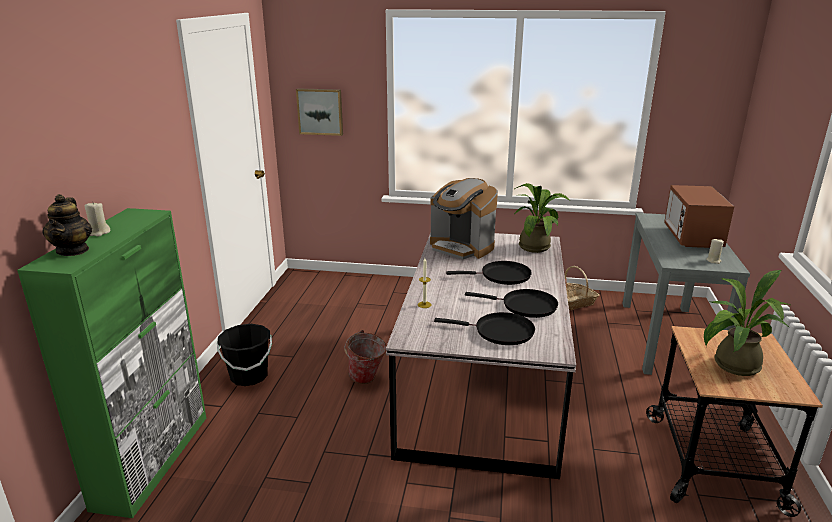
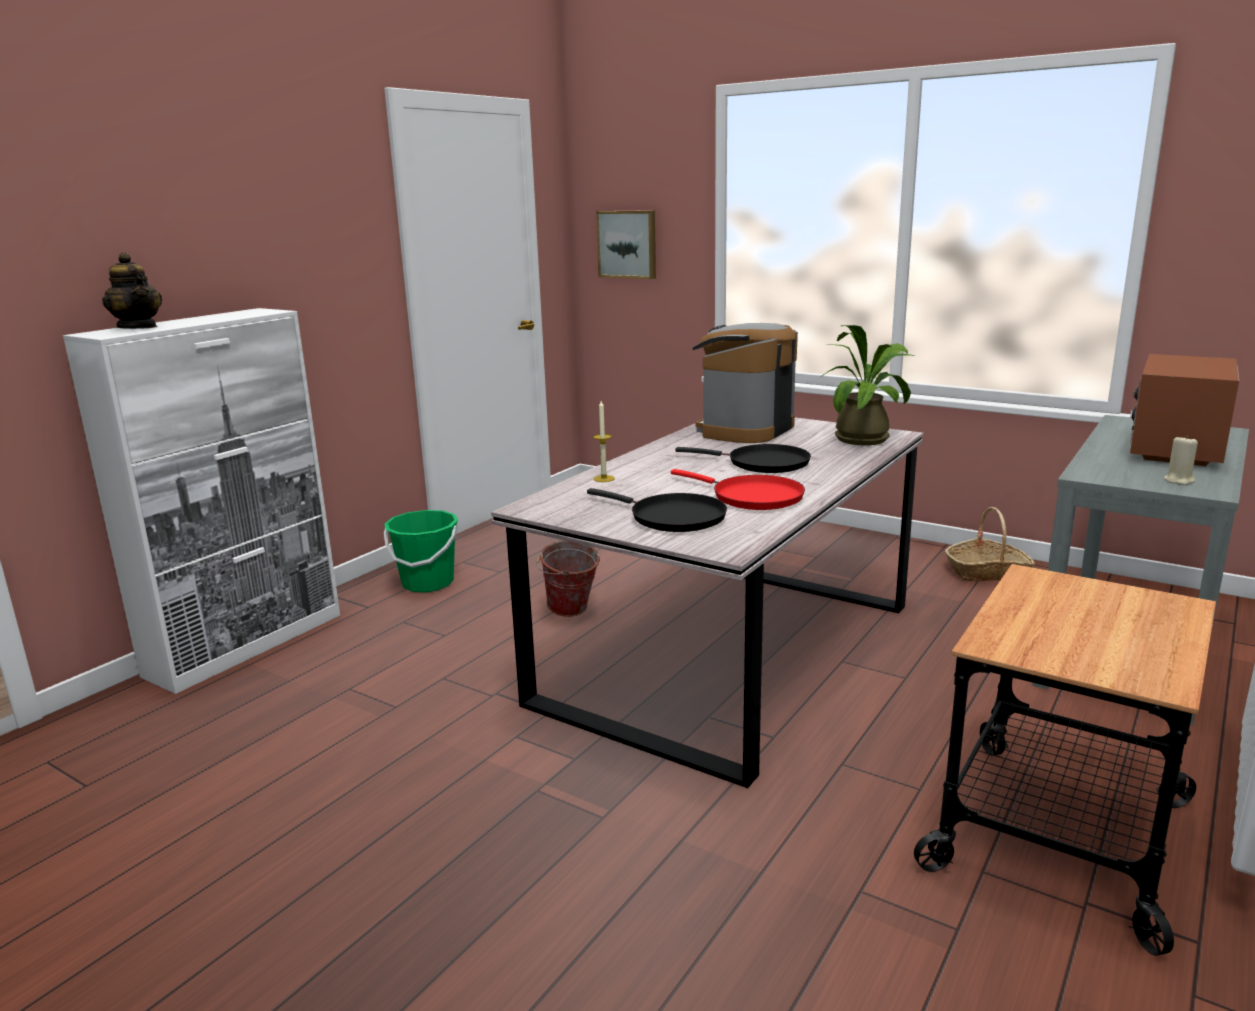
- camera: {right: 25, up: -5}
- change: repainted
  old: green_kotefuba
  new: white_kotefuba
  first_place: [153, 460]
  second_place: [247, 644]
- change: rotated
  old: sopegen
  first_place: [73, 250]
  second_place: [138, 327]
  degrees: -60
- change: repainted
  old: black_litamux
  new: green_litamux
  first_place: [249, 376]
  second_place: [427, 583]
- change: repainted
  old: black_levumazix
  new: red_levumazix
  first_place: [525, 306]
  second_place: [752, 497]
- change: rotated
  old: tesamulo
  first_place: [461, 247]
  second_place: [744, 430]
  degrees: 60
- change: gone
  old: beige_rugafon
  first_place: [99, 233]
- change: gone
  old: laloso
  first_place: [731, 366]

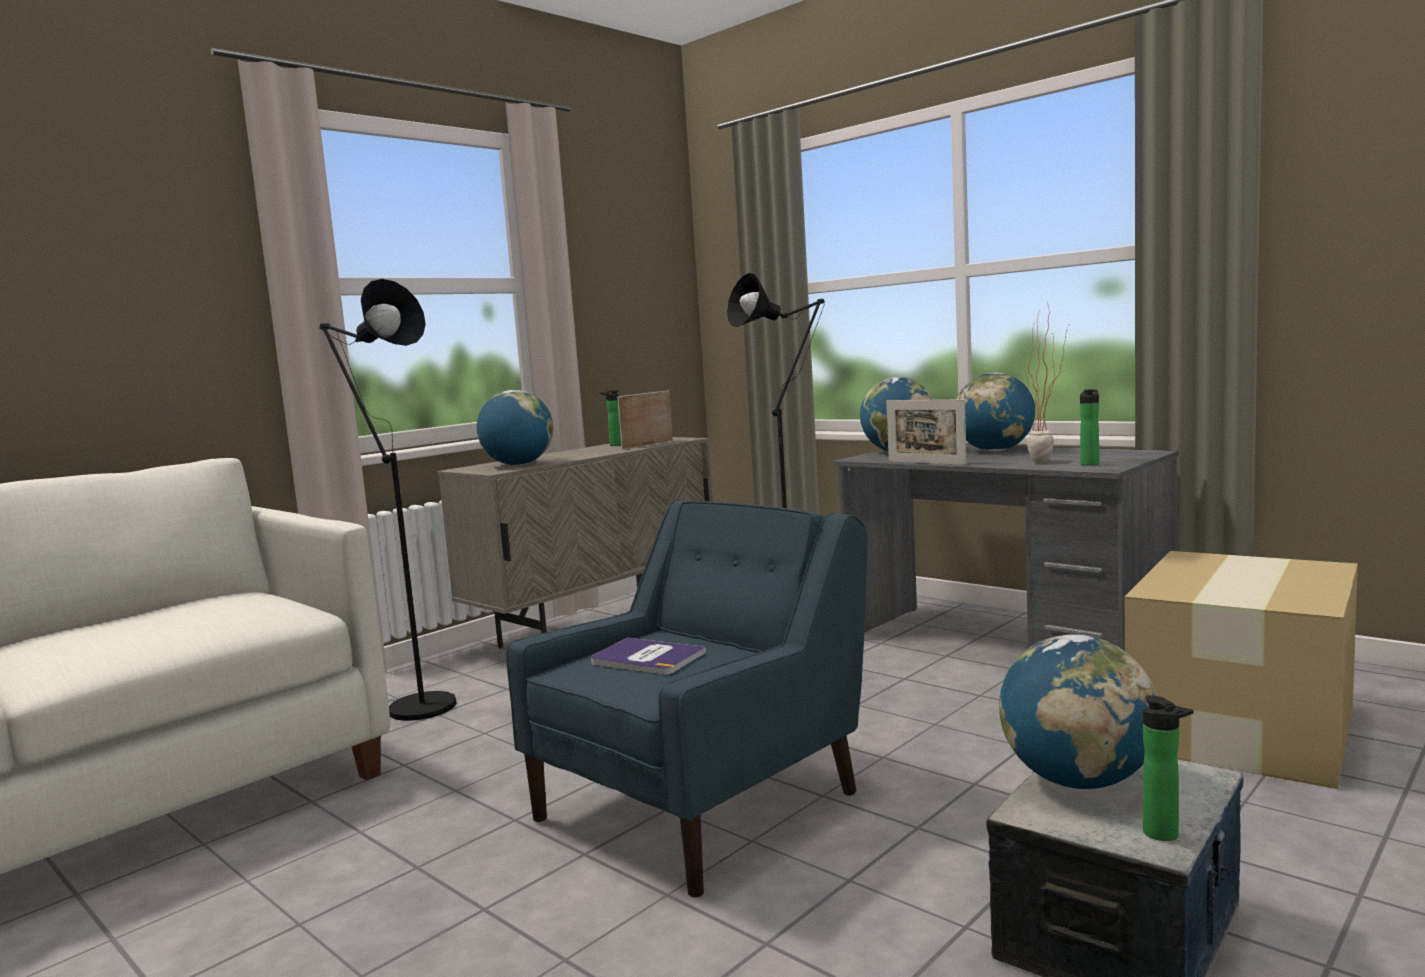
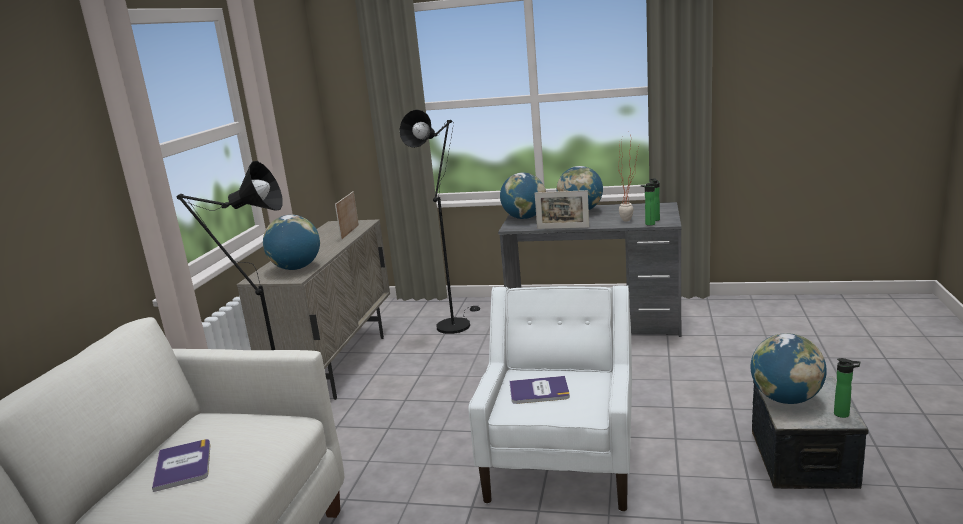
- camera: {right: -30, up: 10}
- change: new
  new: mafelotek
  second_place: [183, 465]
- change: repainted
  old: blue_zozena
  new: white_zozena
  first_place: [703, 804]
  second_place: [562, 461]
- change: shifted
  old: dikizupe
  first_place: [614, 445]
  second_place: [648, 224]
- change: gone
  old: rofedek
  first_place: [1244, 727]

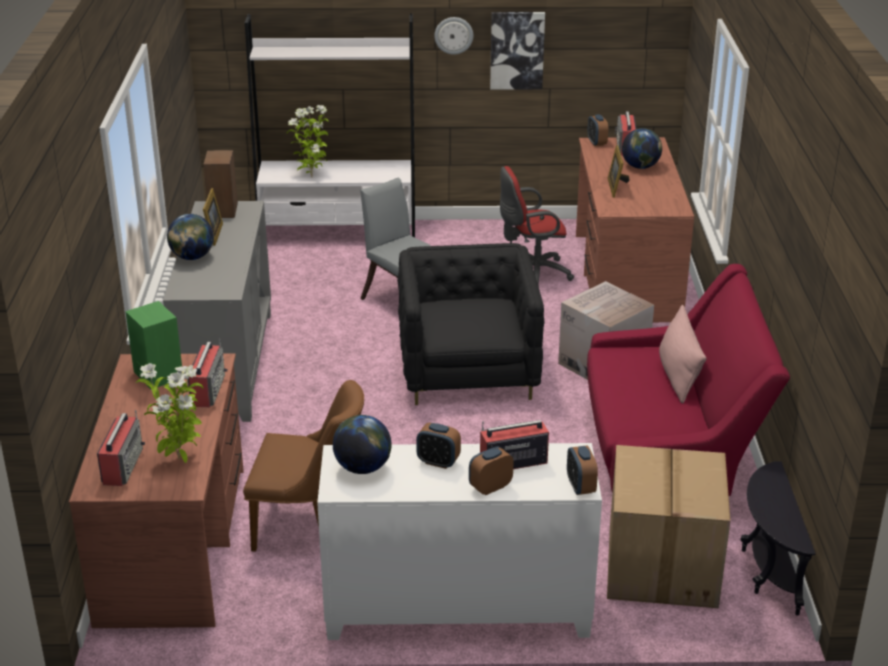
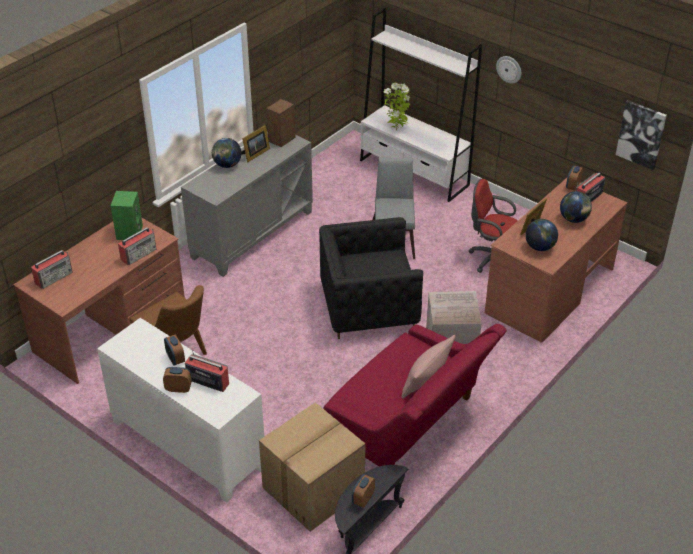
- camera: {right: 40, up: 10}
- change: rotated
  old: black_zozena
  first_place: [468, 371]
  second_place: [368, 307]
  degrees: -135
- change: shifted
  old: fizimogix
  first_place: [580, 487]
  second_place: [363, 499]
- change: shifted
  old: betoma
  first_place: [363, 468]
  second_place: [540, 247]
- change: shifted
  old: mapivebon
  first_place: [517, 50]
  second_place: [641, 134]
- change: gone
  old: laloso
  first_place: [180, 460]

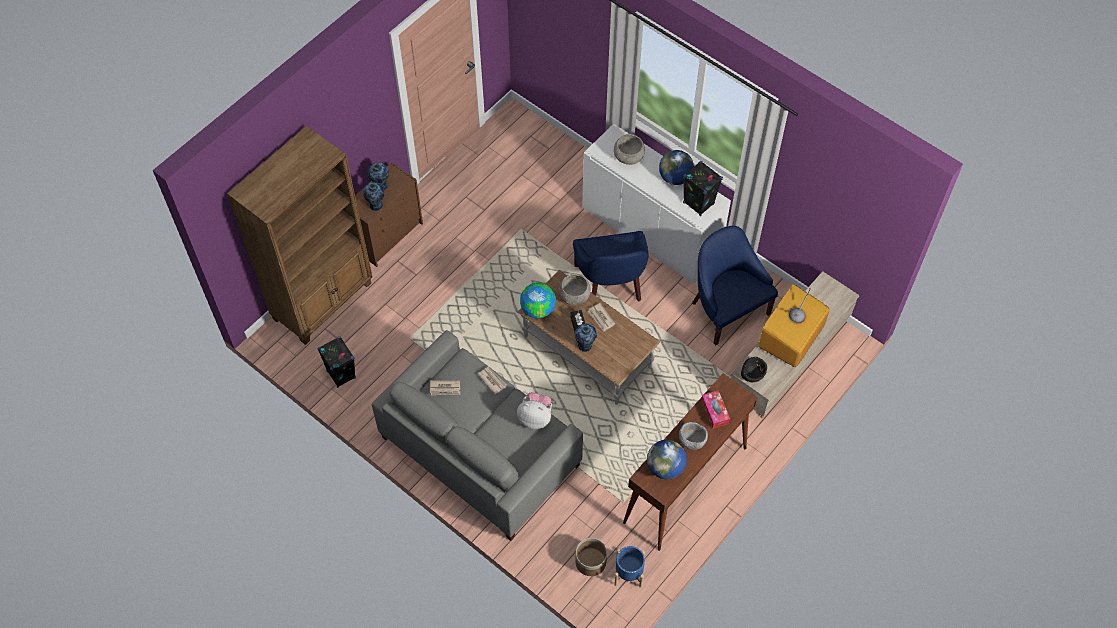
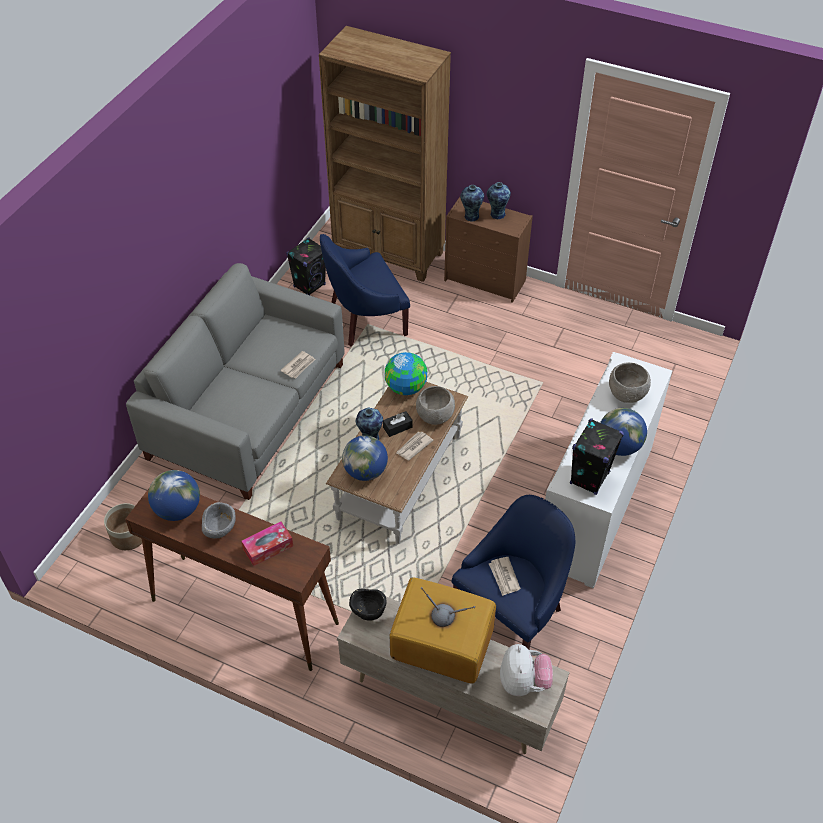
- camera: {right: 75, up: -10}
- change: shifted
  old: blue_zozena
  first_place: [611, 283]
  second_place: [365, 320]
- change: new
  new: betoma
  second_place: [365, 471]
- change: shifted
  old: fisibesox
  first_place: [445, 388]
  second_place: [504, 577]
- change: shifted
  old: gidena
  first_place: [535, 417]
  second_place: [523, 682]
- change: gone
  old: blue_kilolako
  first_place: [629, 573]

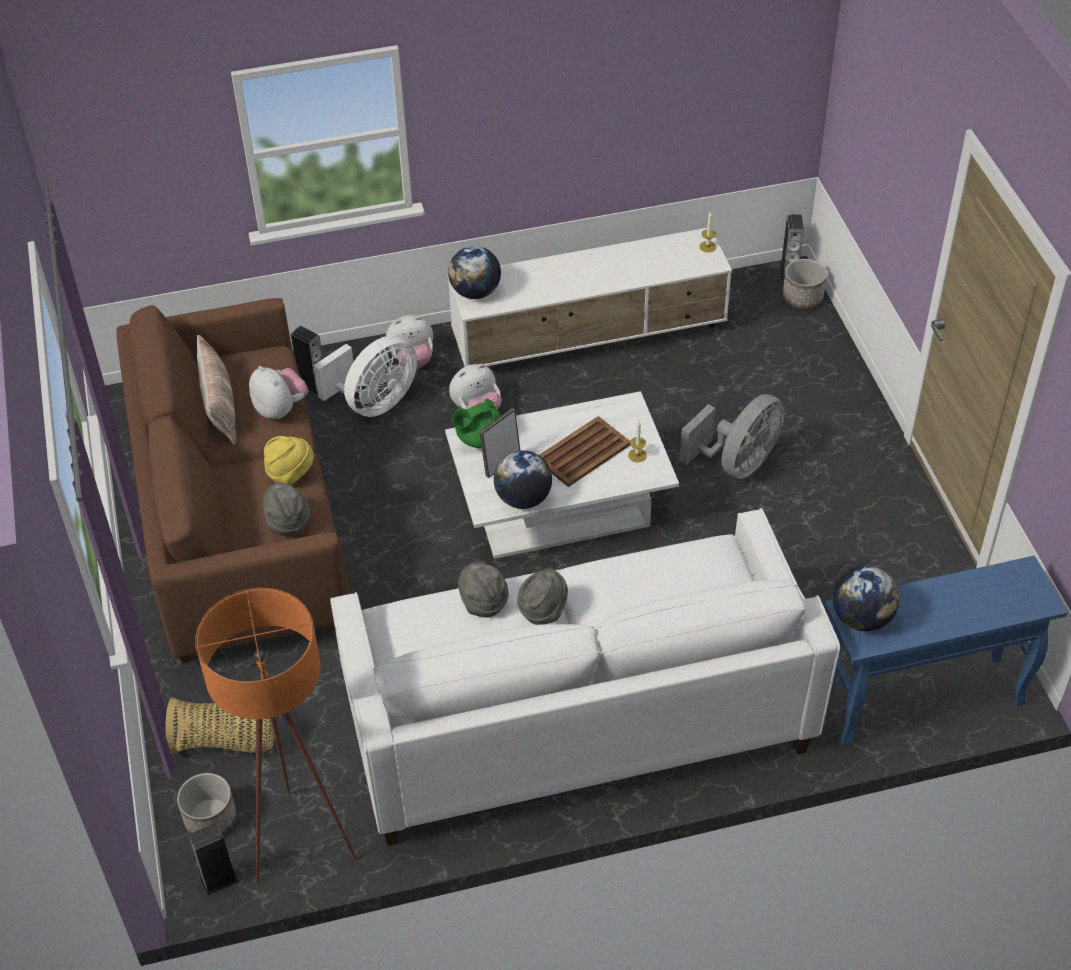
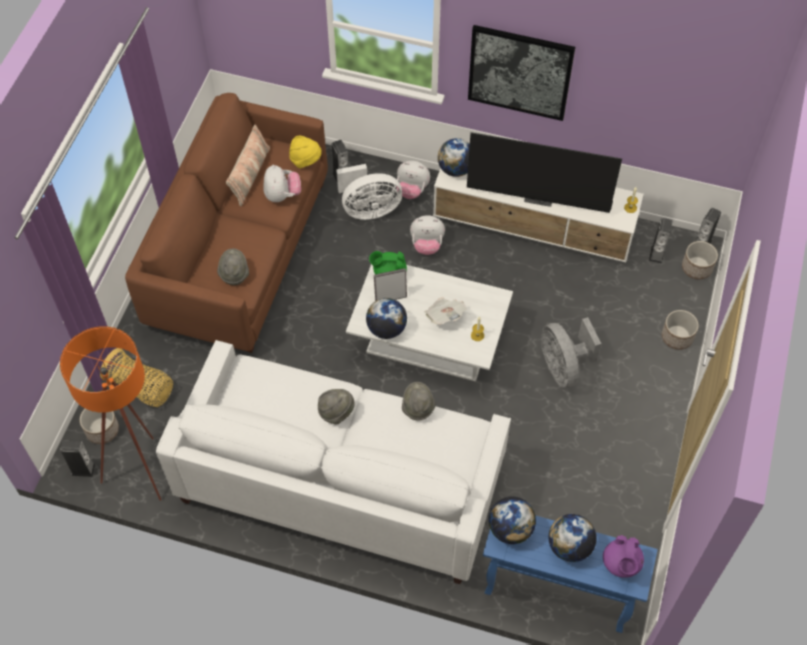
- camera: {right: 30, up: 10}
- change: shifted
  old: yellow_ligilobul
  first_place: [290, 473]
  second_place: [305, 160]
- change: shifted
  old: grey_ligilobul
  first_place: [483, 602]
  second_place: [417, 408]
- change: swapped
  old: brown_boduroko
  new: fisibesox
  first_place: [582, 452]
  second_place: [445, 316]
- change: new
  new: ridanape
  second_place: [539, 197]
- change: new
  new: mapivebon
  second_place: [520, 72]
- change: rotated
  old: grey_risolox
  first_place: [738, 463]
  second_place: [563, 367]
  degrees: 90
- change: new
  new: betoma
  second_place: [569, 546]
- change: new
  new: purple_sopegen
  second_place: [621, 564]
- change: new
  new: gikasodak
  second_place: [656, 254]
- change: new
  new: kilolako
  second_place: [676, 337]

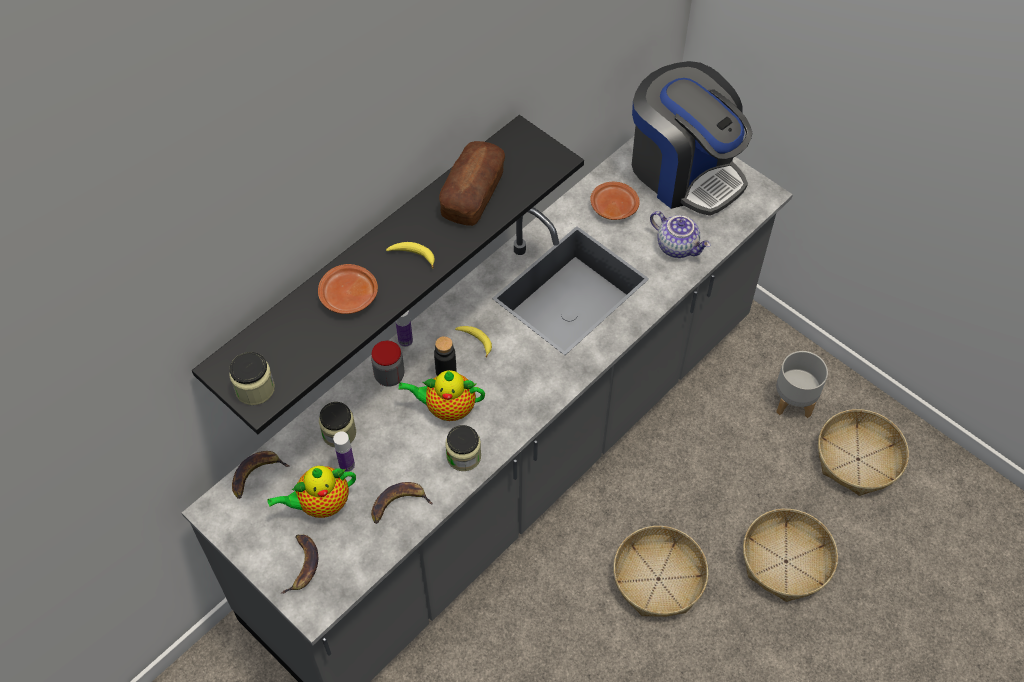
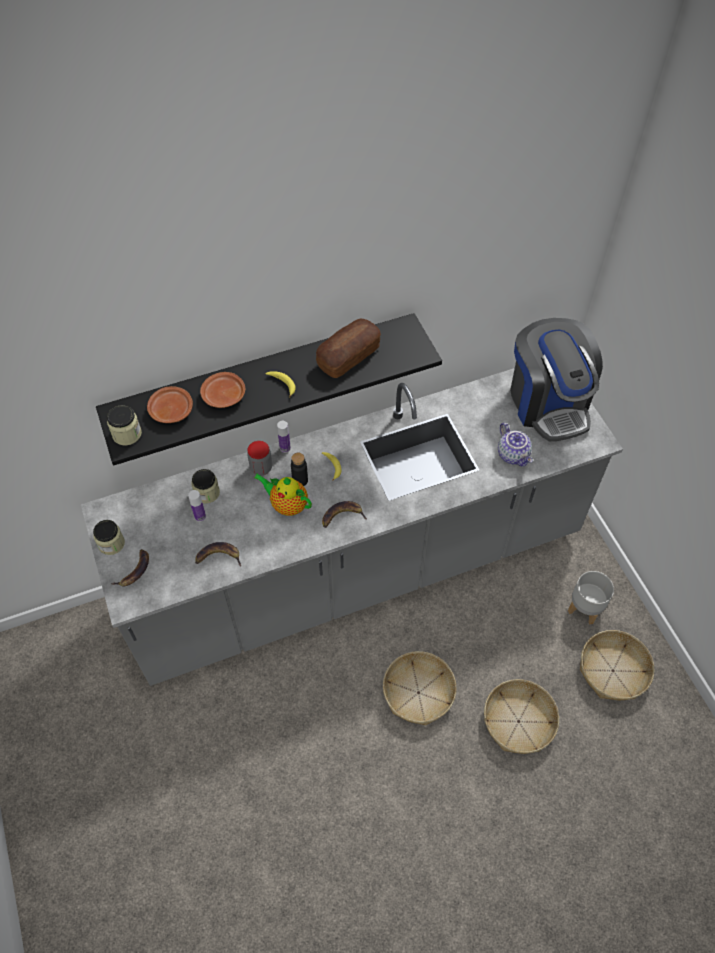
- camera: {right: 25, up: 0}
- change: shifted
  old: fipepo
  first_place: [463, 456]
  second_place: [111, 544]
- change: shifted
  old: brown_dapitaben
  first_place: [613, 206]
  second_place: [171, 410]
- change: shifted
  old: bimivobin
  first_place: [256, 474]
  second_place: [342, 516]
- change: gone
  old: sopegen
  first_place: [320, 504]

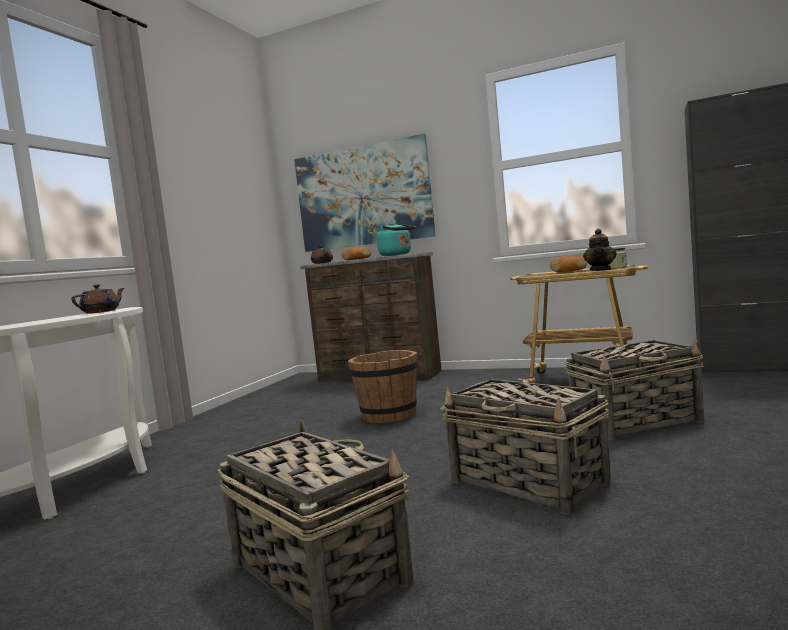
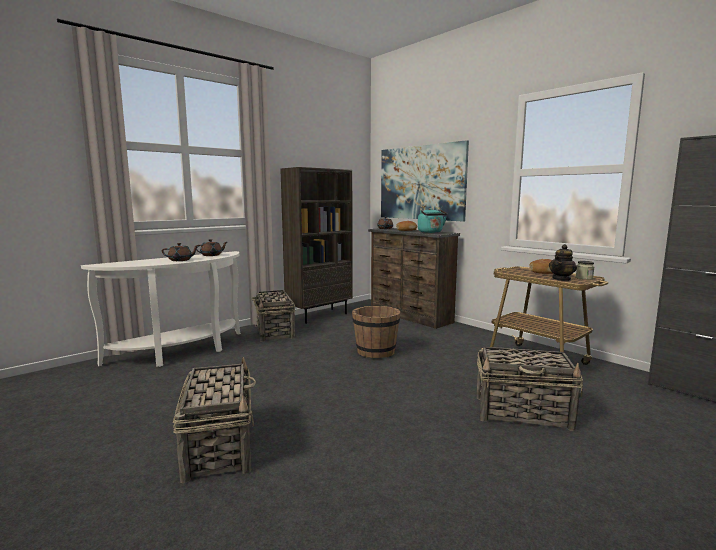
- camera: {right: 25, up: 5}
- change: new
  new: brown_sopegen
  second_place: [181, 260]
- change: shifted
  old: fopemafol
  first_place: [529, 483]
  second_place: [274, 332]
- change: new
  new: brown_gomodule
  second_place: [319, 315]

